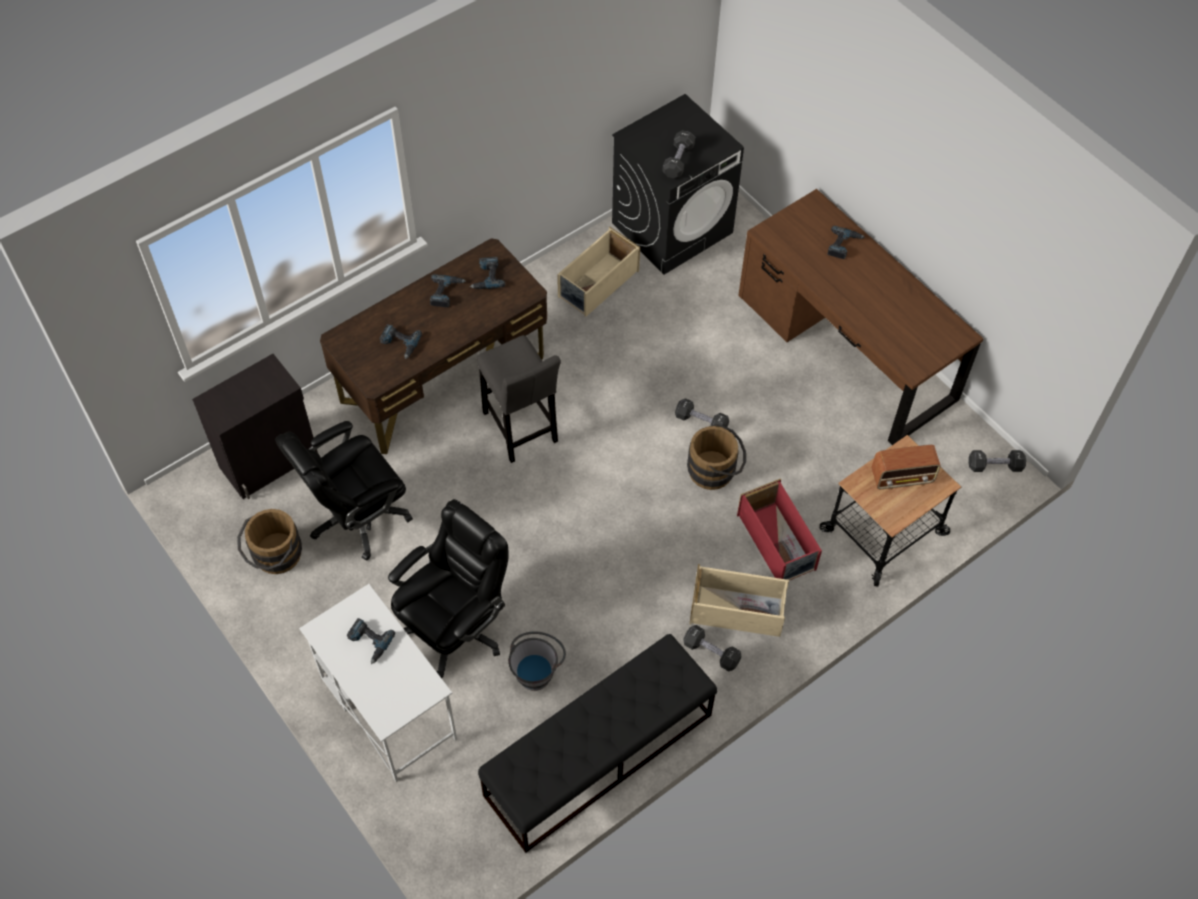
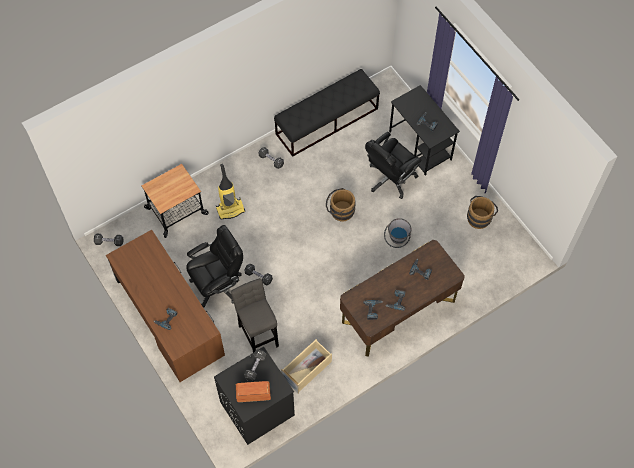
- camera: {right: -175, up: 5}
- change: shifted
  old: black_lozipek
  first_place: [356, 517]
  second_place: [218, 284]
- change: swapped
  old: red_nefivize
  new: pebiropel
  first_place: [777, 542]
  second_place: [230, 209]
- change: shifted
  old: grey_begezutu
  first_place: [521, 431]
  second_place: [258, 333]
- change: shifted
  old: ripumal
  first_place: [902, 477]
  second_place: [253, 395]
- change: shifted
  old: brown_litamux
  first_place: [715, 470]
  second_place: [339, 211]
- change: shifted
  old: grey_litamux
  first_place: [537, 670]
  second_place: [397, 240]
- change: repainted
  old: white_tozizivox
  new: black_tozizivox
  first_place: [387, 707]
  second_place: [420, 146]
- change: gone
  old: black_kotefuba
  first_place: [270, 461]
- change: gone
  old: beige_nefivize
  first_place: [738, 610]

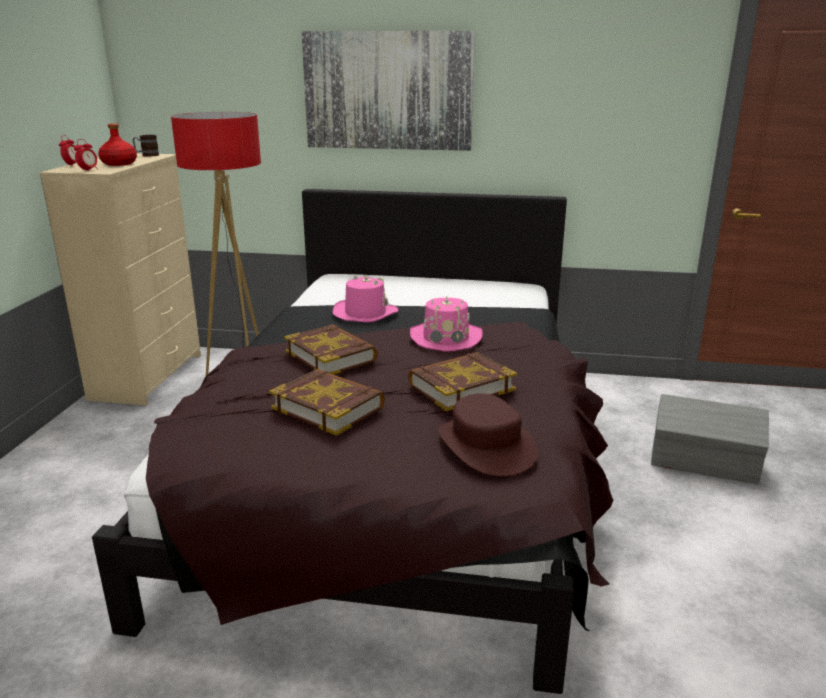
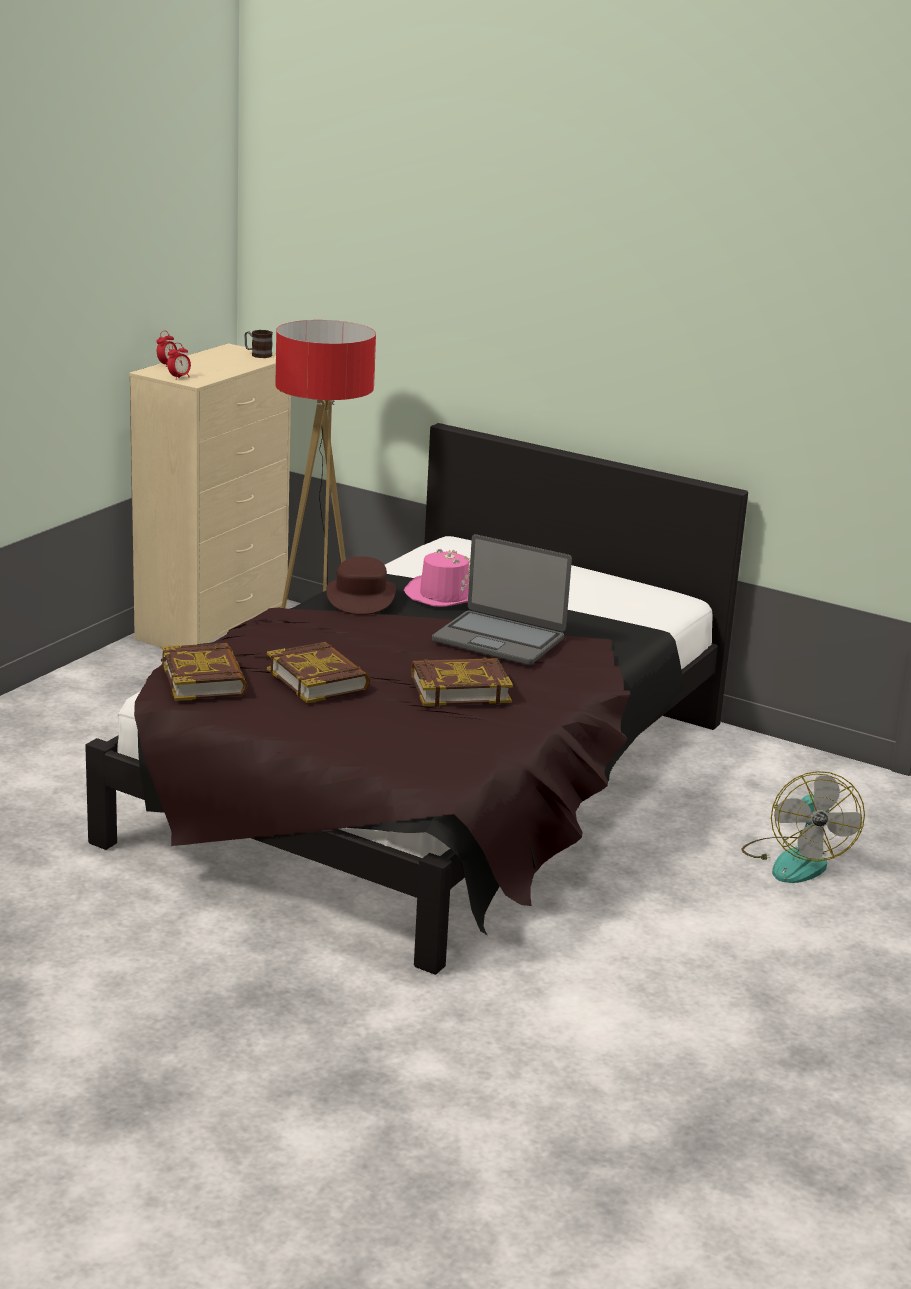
- camera: {right: 20, up: 0}
- change: shifted
  old: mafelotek
  first_place: [331, 356]
  second_place: [204, 679]
- change: shifted
  old: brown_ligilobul
  first_place: [485, 446]
  second_place: [361, 597]
- change: swapped
  old: pink_ligilobul
  new: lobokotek
  first_place: [446, 337]
  second_place: [499, 639]
- change: swapped
  old: grey_nefivize
  new: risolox
  first_place: [704, 464]
  second_place: [796, 860]
- change: gone
  old: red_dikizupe
  first_place: [119, 163]
- change: gone
  old: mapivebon
  first_place: [388, 91]

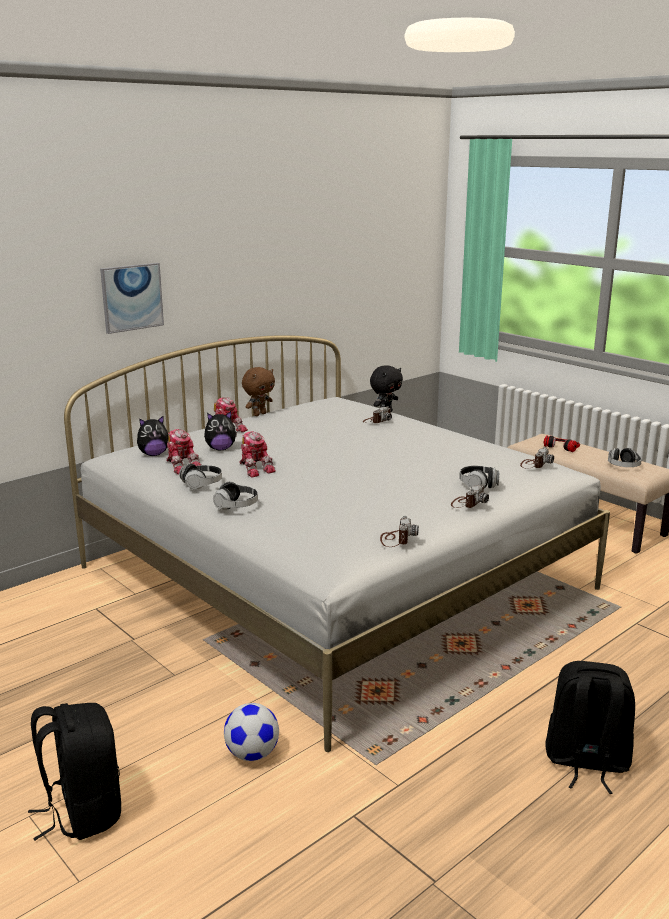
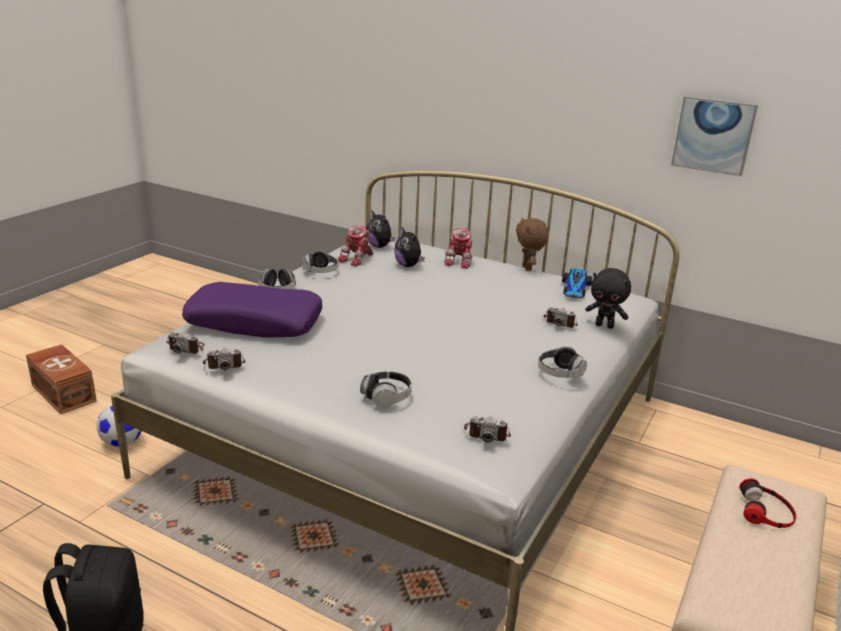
- camera: {right: 70, up: 5}
- change: swapped
  old: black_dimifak
  new: brown_nefivize
  first_place: [82, 812]
  second_place: [64, 392]
- change: shifted
  old: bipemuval
  first_place: [467, 503]
  second_place: [187, 348]
- change: new
  new: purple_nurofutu
  second_place: [255, 322]
- change: rotated
  old: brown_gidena
  first_place: [259, 414]
  second_place: [528, 268]
  degrees: 60
- change: shifted
  old: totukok
  first_place: [623, 467]
  second_place: [559, 373]
- change: new
  new: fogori
  second_place: [575, 289]
- change: shifted
  old: mapivebon
  first_place: [132, 297]
  second_place: [713, 135]
- change: gone
  old: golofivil
  first_place: [255, 468]

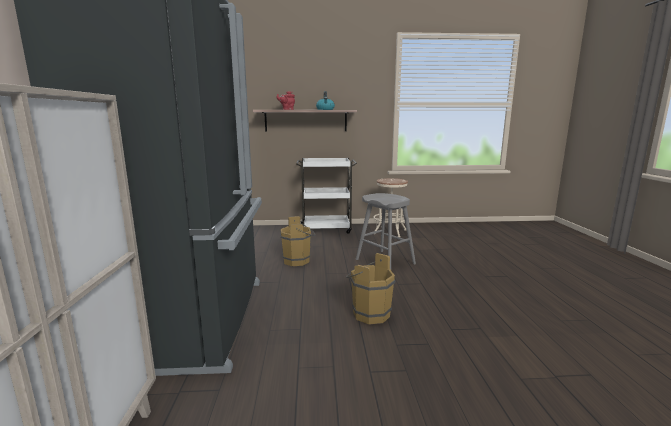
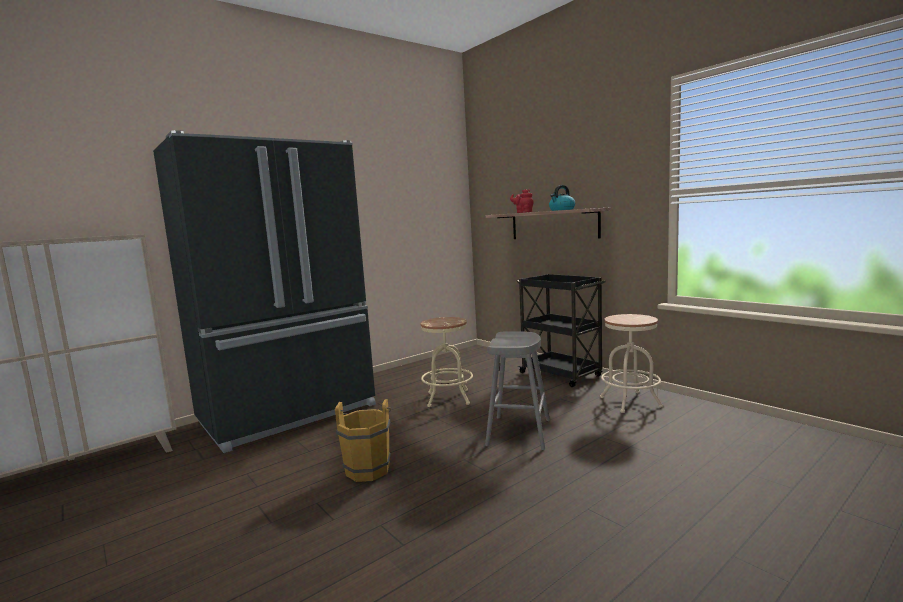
- camera: {right: 55, up: -5}
- change: swapped
  old: brown_litamux
  new: beige_begezutu
  first_place: [298, 261]
  second_place: [448, 398]
- change: repainted
  old: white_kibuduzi
  new: black_kibuduzi
  first_place: [326, 229]
  second_place: [561, 375]

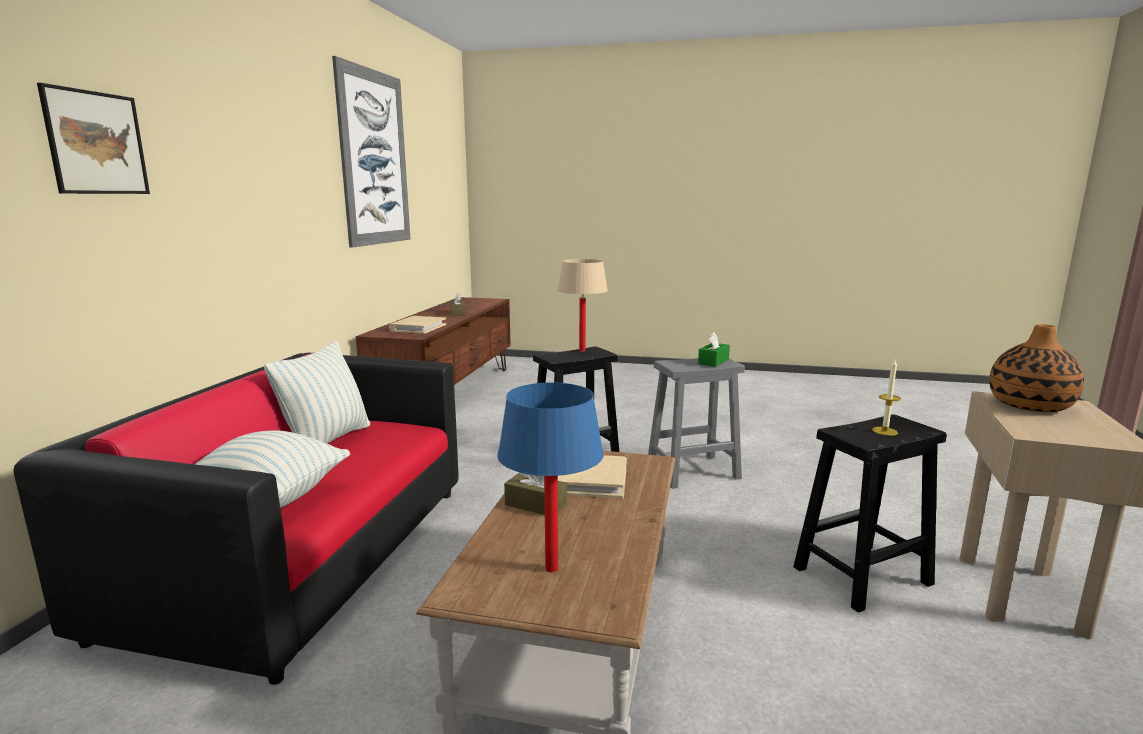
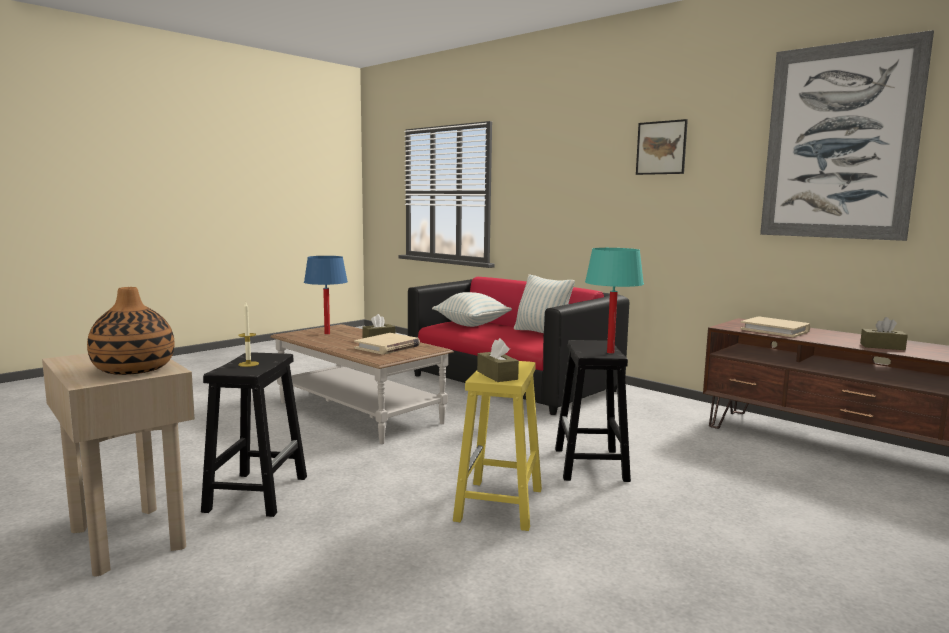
- camera: {right: 120, up: -5}
- change: repainted
  old: grey_begezutu
  new: yellow_begezutu
  first_place: [694, 471]
  second_place: [499, 505]
- change: repainted
  old: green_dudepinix
  new: brown_dudepinix
  first_place: [713, 361]
  second_place: [497, 375]
- change: repainted
  old: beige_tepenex
  new: turquoise_tepenex
  first_place: [582, 350]
  second_place: [610, 352]
- change: shifted
  old: mapivebon
  first_place: [96, 143]
  second_place: [661, 148]

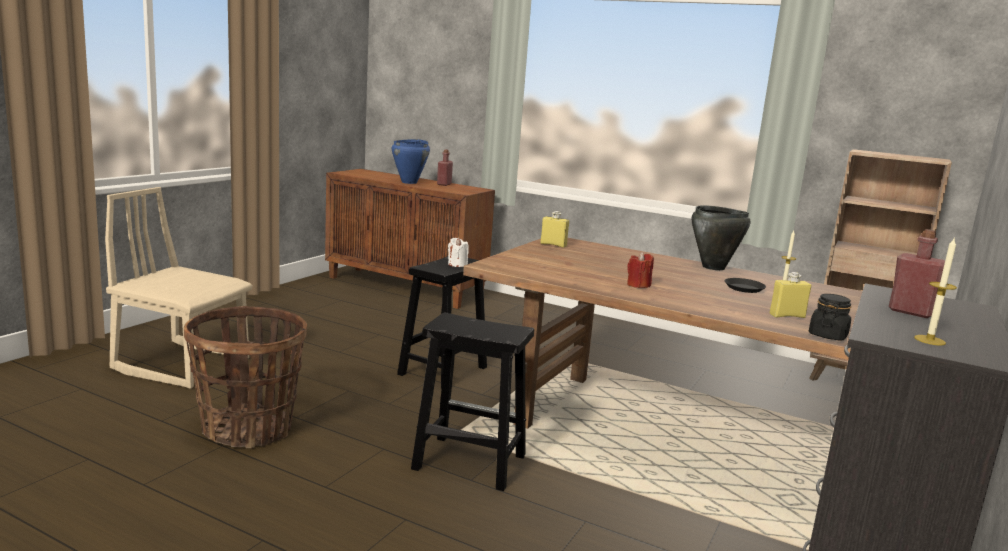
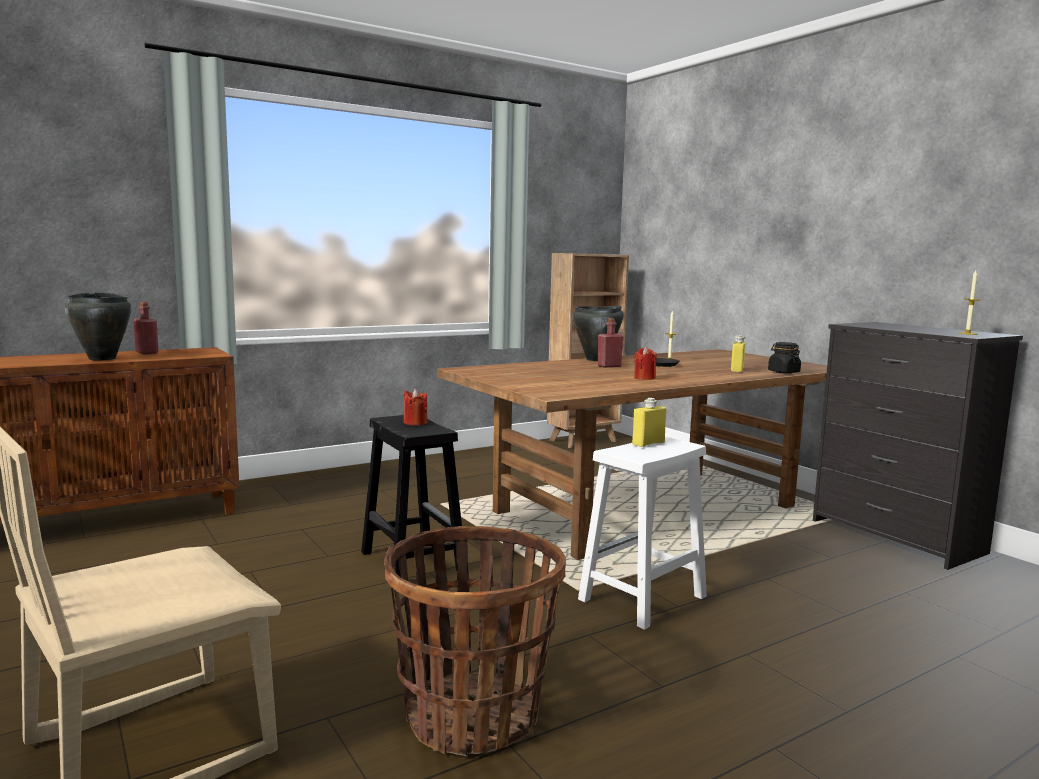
- camera: {right: -60, up: -5}
- change: repainted
  old: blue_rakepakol
  new: black_rakepakol
  first_place: [409, 182]
  second_place: [102, 358]
- change: repainted
  old: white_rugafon
  new: red_rugafon
  first_place: [457, 264]
  second_place: [415, 423]
- change: repainted
  old: black_begezutu
  new: white_begezutu
  first_place: [467, 462]
  second_place: [641, 599]
- change: shifted
  old: red_dikizupe
  first_place: [910, 312]
  second_place: [609, 366]
- change: shifted
  old: yellow_dikizupe
  first_place: [553, 245]
  second_place: [648, 443]

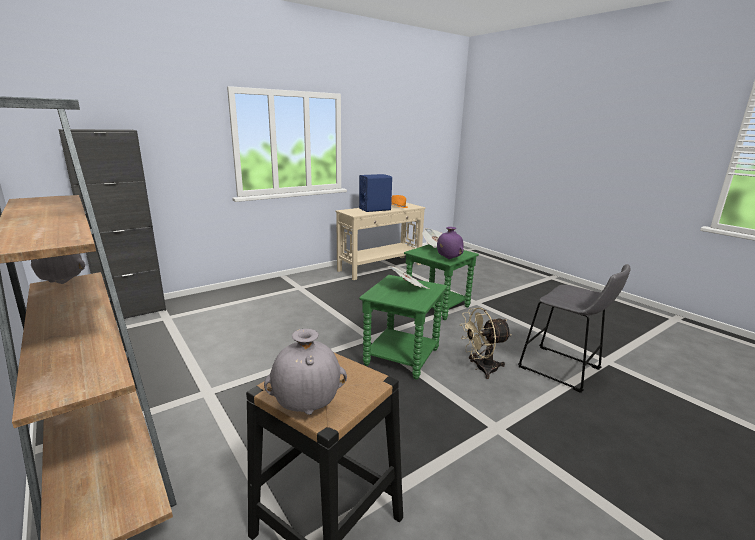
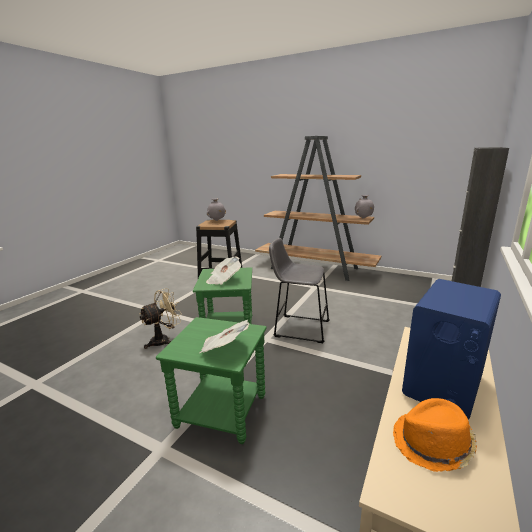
- camera: {right: 155, up: 0}
- change: shifted
  old: grey_begezutu
  first_place: [563, 370]
  second_place: [299, 328]
- change: gone
  old: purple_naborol
  first_place: [448, 259]

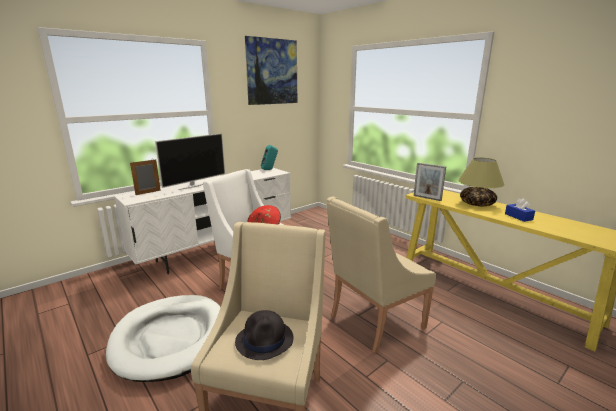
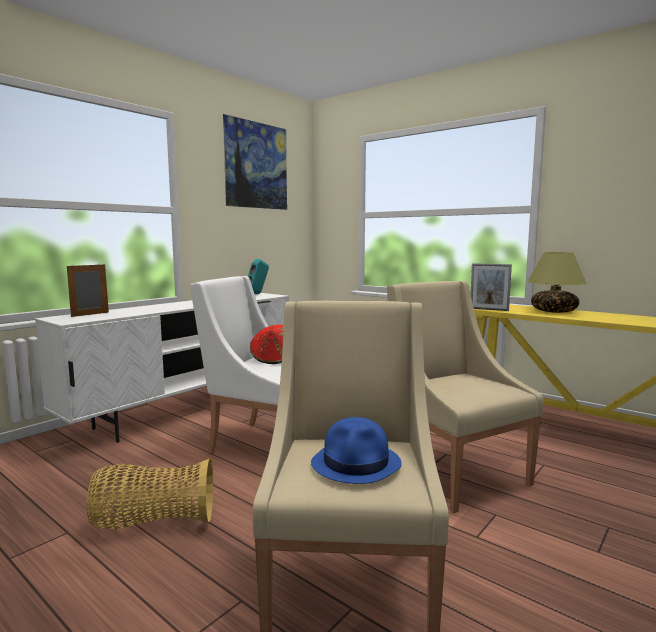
- camera: {right: -10, up: -10}
- change: swapped
  old: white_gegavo
  new: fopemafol
  first_place: [171, 338]
  second_place: [153, 521]
- change: repainted
  old: black_ligilobul
  new: blue_ligilobul
  first_place: [265, 340]
  second_place: [356, 463]
- change: rotated
  old: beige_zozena
  first_place: [374, 322]
  second_place: [454, 473]
  degrees: 105
- change: gone
  old: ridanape
  first_place: [194, 186]
- change: gone
  old: blue_dudepinix
  first_place: [518, 217]

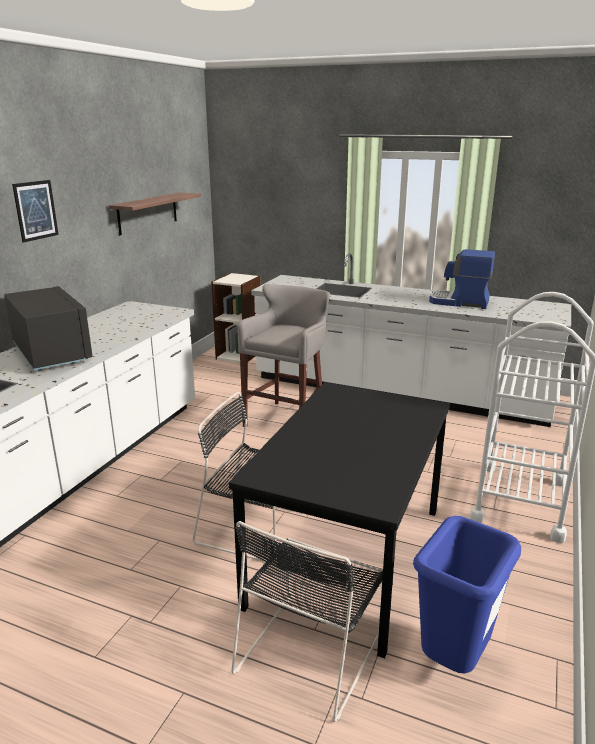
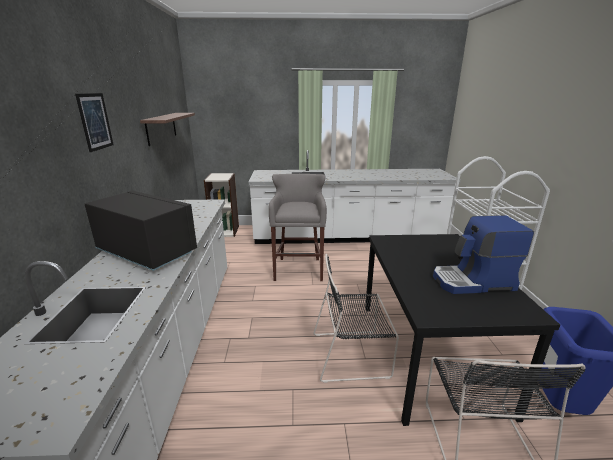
- camera: {right: -25, up: 0}
- change: shifted
  old: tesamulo
  first_place: [459, 302]
  second_place: [473, 282]

